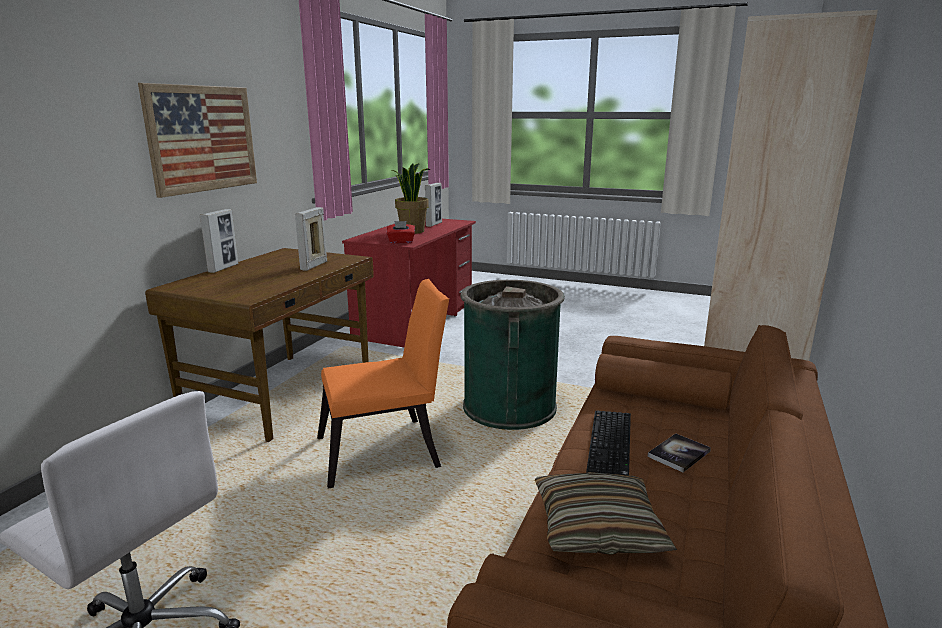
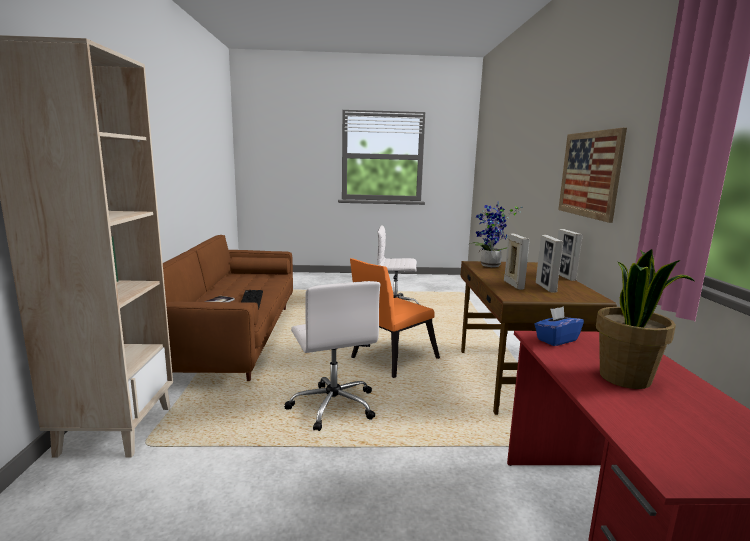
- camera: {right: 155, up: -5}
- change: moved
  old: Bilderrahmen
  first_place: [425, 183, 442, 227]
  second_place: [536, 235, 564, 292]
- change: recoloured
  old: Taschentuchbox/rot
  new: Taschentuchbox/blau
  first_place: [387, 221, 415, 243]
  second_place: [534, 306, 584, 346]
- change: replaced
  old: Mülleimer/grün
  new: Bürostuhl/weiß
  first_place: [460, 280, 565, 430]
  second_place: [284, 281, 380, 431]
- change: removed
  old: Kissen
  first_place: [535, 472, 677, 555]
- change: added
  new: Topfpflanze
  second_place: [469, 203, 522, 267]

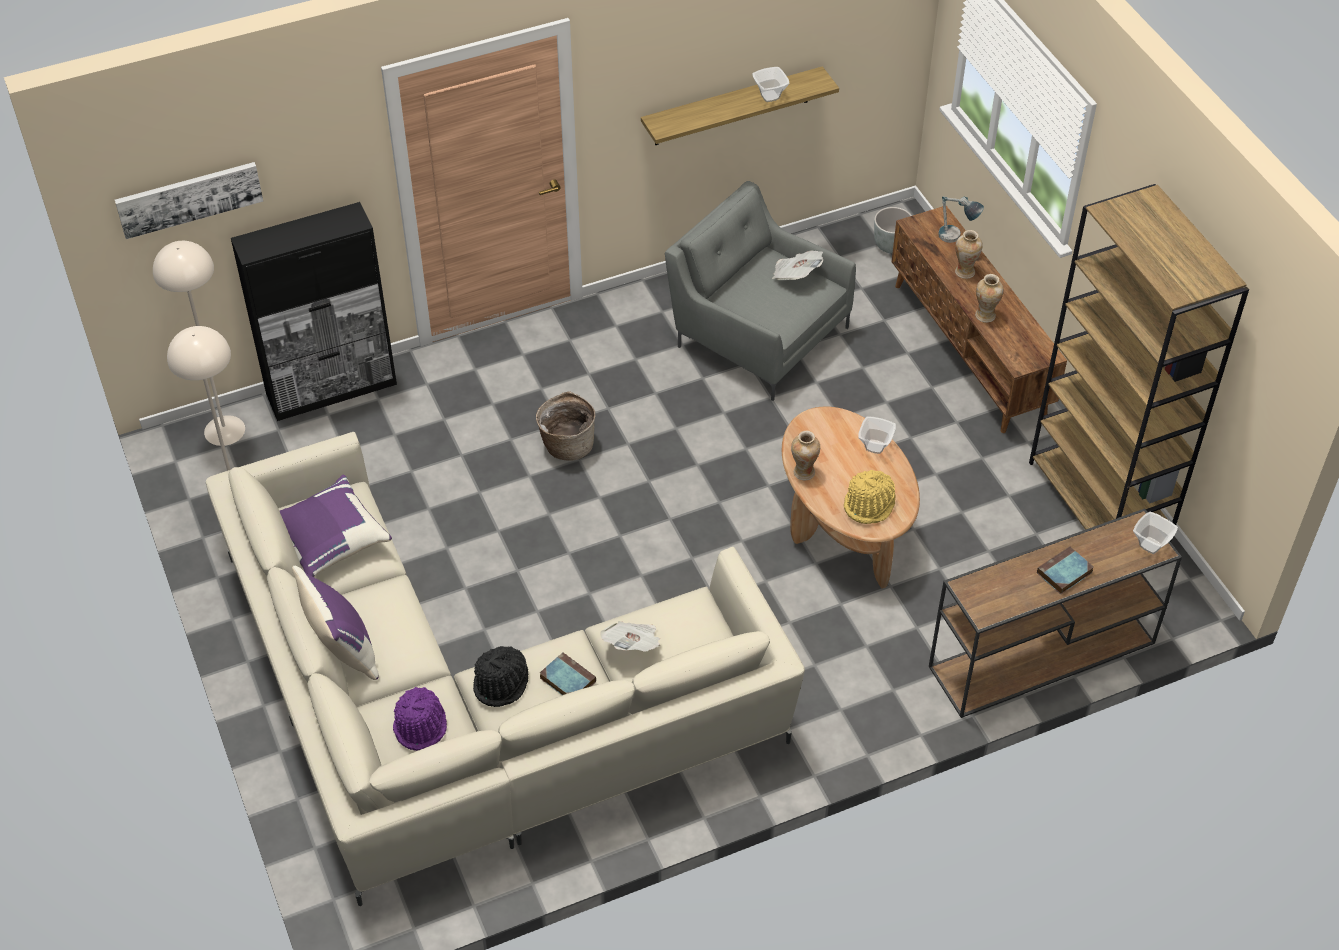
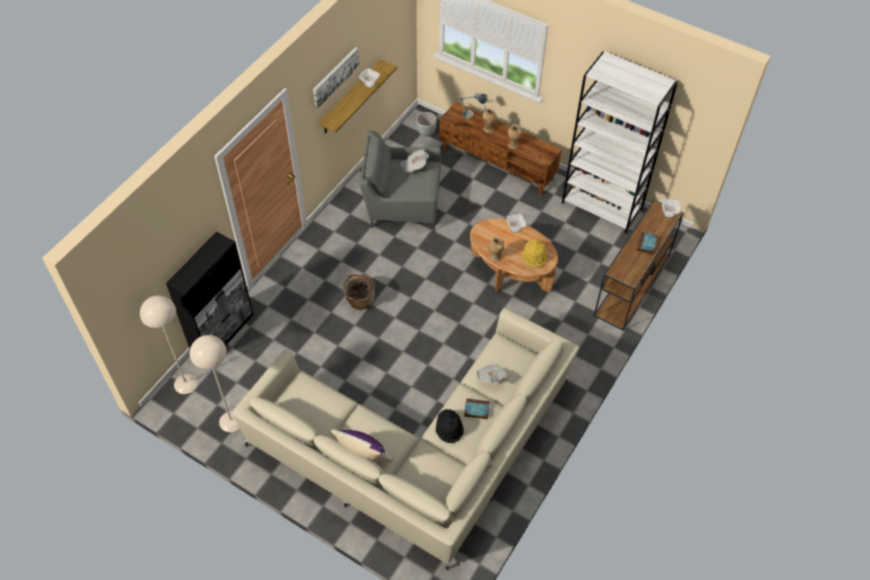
- camera: {right: -35, up: 5}
- change: moved
  old: Bild
  first_place: [115, 162, 263, 239]
  second_place: [313, 47, 359, 108]
- change: recoloured
  old: Bücherregal/braun
  new: Bücherregal/weiß
  first_place: [1029, 184, 1249, 542]
  second_place: [562, 51, 678, 234]
- change: removed
  old: Kissen/lila
  first_place: [280, 475, 392, 577]
- change: removed
  old: Hut/lila
  first_place: [393, 687, 447, 751]

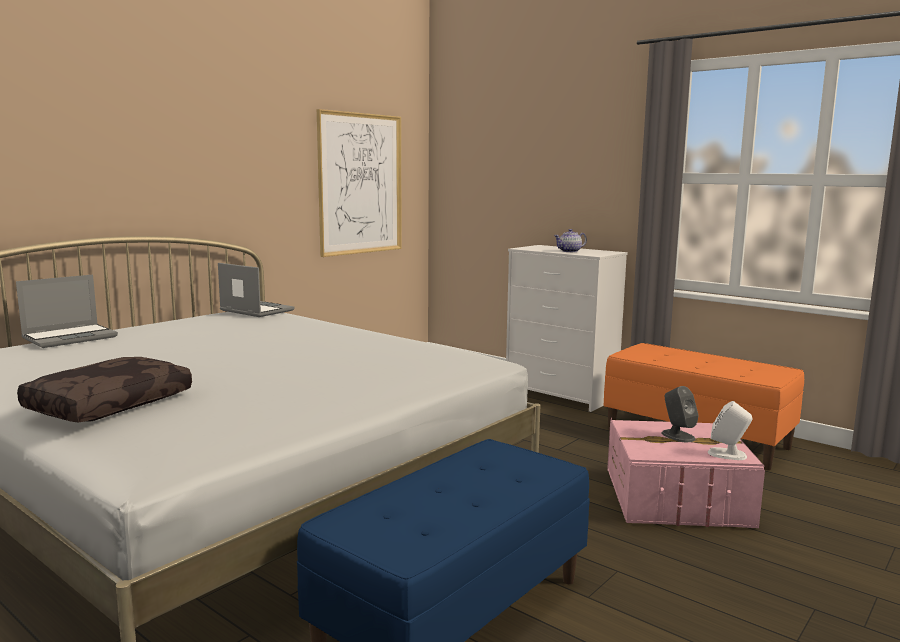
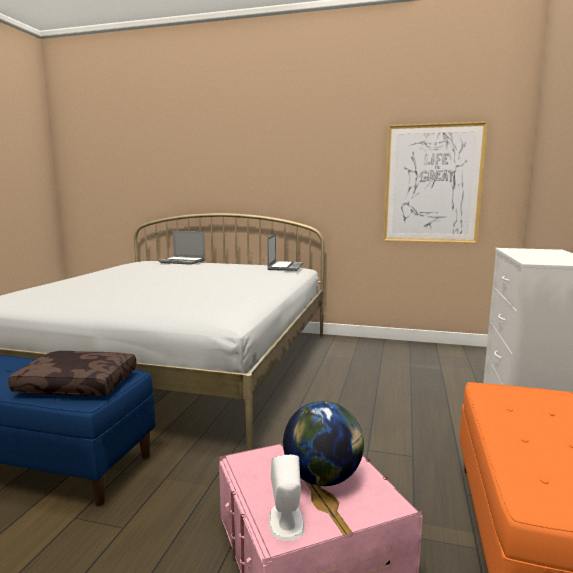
- camera: {right: 65, up: 0}
- change: removed
  old: Teekanne
  first_place: [554, 229, 587, 252]
- change: moved
  old: Kissen/braun
  first_place: [17, 357, 192, 423]
  second_place: [8, 351, 136, 396]
- change: replaced
  old: Lautsprecher/grau
  new: Globus
  first_place: [661, 386, 699, 442]
  second_place: [283, 401, 364, 486]

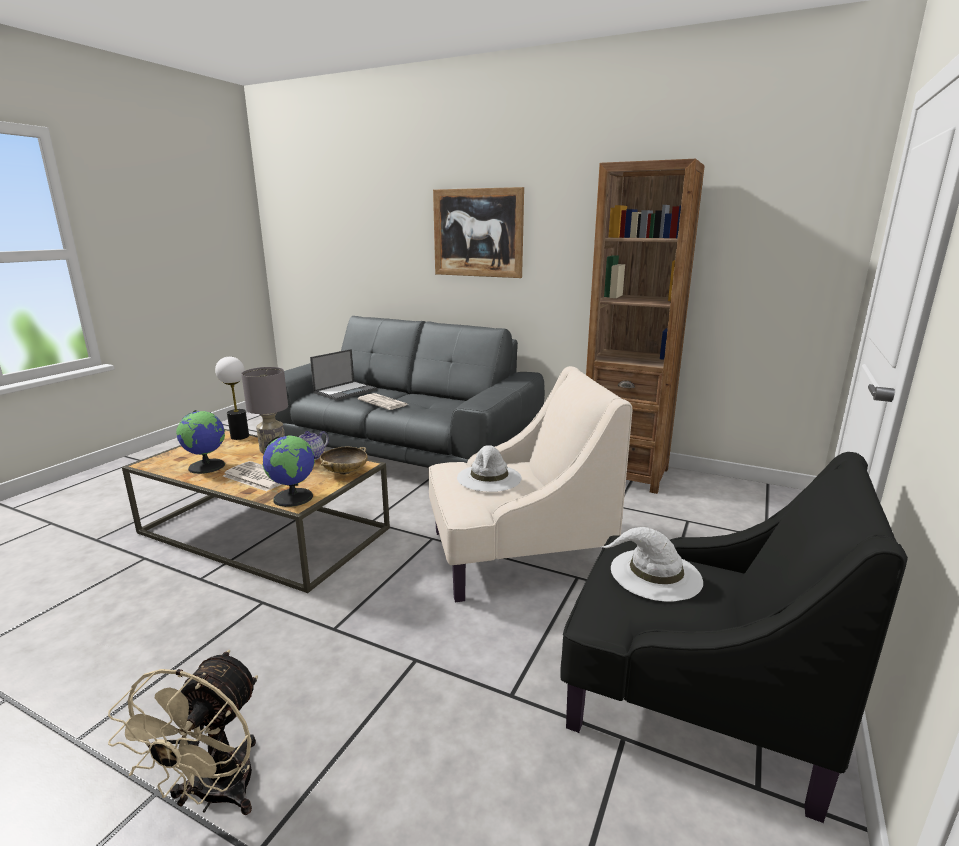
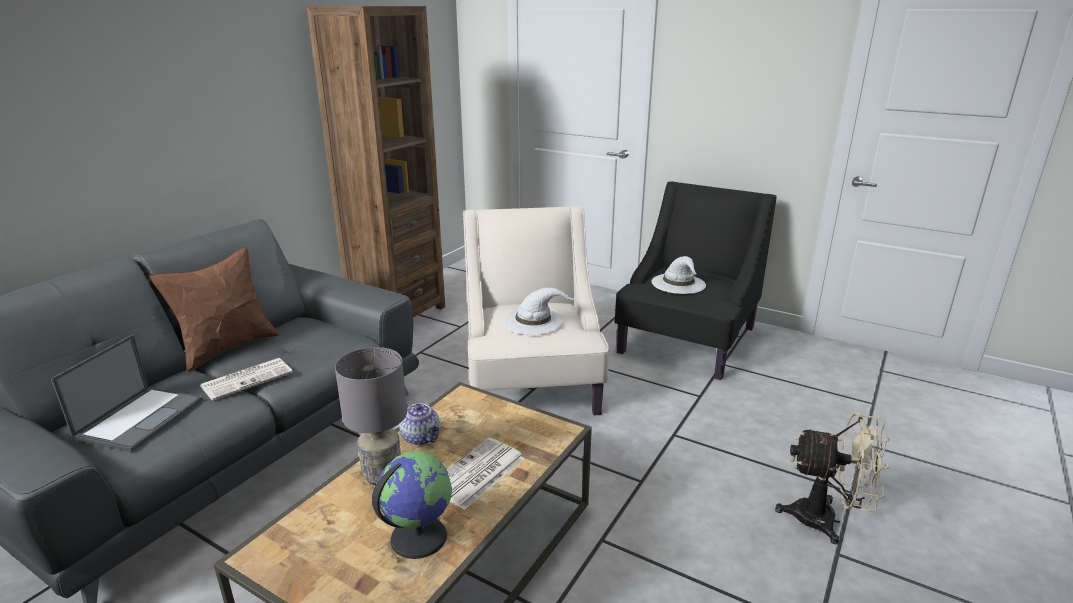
- camera: {right: -85, up: 5}
- change: removed
  old: Bild
  first_place: [433, 187, 524, 278]
- change: turned
  old: Laptop
  first_place: [310, 349, 377, 401]
  second_place: [51, 335, 203, 452]
  degrees: 60
- change: removed
  old: Tischlampe
  first_place: [215, 357, 249, 440]
- change: removed
  old: Globus
  first_place: [262, 436, 315, 507]
- change: removed
  old: Schüssel/beige
  first_place: [320, 447, 368, 475]
- change: added
  new: Kissen/braun
  second_place: [149, 246, 279, 372]

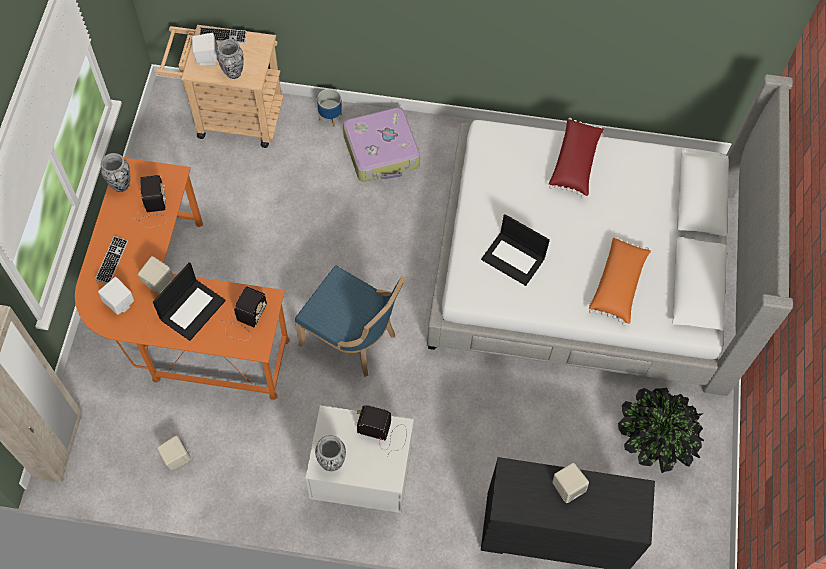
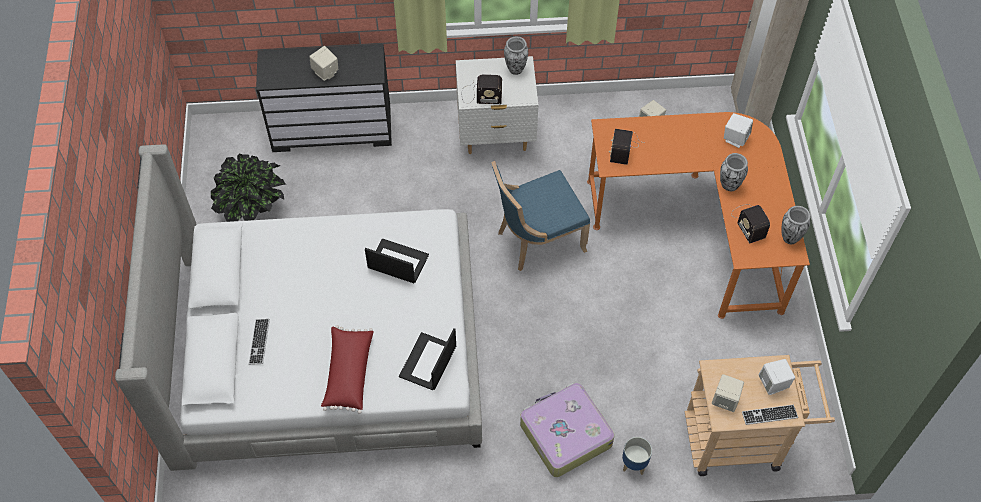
- camera: {right: 170, up: -5}
- change: moved
  old: Vase
  first_place: [217, 39, 244, 79]
  second_place: [720, 153, 748, 191]
- change: moved
  old: Tastatur
  first_place: [95, 236, 128, 284]
  second_place: [249, 319, 270, 365]
- change: removed
  old: Kissen/orange
  first_place: [589, 236, 651, 326]
- change: moved
  old: Lautsprecher/beige
  first_place: [138, 256, 174, 293]
  second_place: [712, 374, 744, 412]
- change: moved
  old: Laptop
  first_place: [153, 262, 226, 341]
  second_place: [399, 328, 456, 390]
- change: turned
  old: Stuhl/blau
  first_place: [295, 265, 405, 377]
  second_place: [491, 161, 590, 271]
  degrees: -45

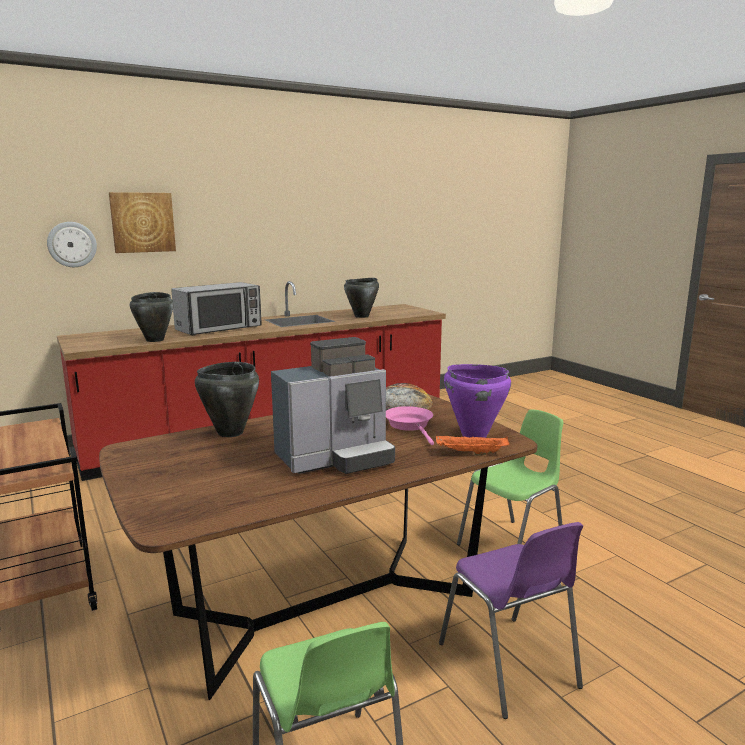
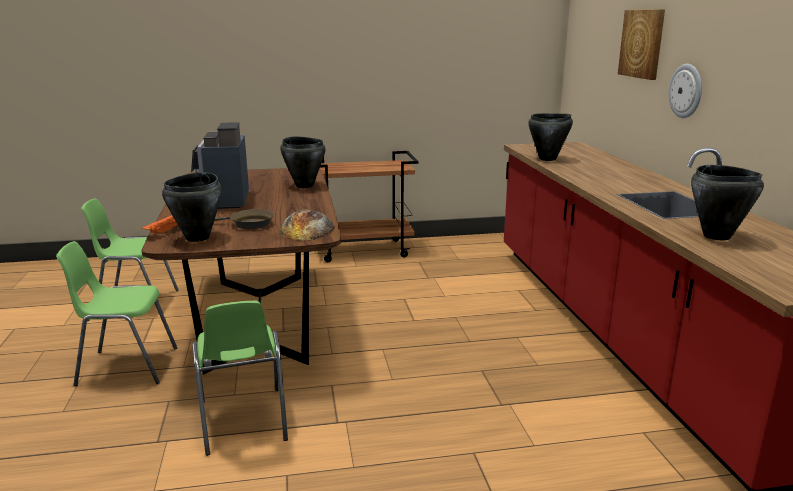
- camera: {right: 110, up: 5}
- change: moved
  old: Wanduhr
  first_place: [47, 222, 97, 267]
  second_place: [669, 64, 702, 118]
- change: removed
  old: Mikrowelle
  first_place: [171, 282, 262, 335]
- change: recoloured
  old: Kochtopf/lila
  new: Kochtopf/schwarz
  first_place: [444, 364, 511, 438]
  second_place: [162, 172, 222, 242]
- change: recoloured
  old: Pfanne/rosa
  new: Pfanne/braun
  first_place: [386, 406, 434, 445]
  second_place: [214, 209, 274, 229]
- change: recoloured
  old: Stuhl/lila
  new: Stuhl/grün
  first_place: [439, 522, 583, 719]
  second_place: [56, 241, 177, 386]

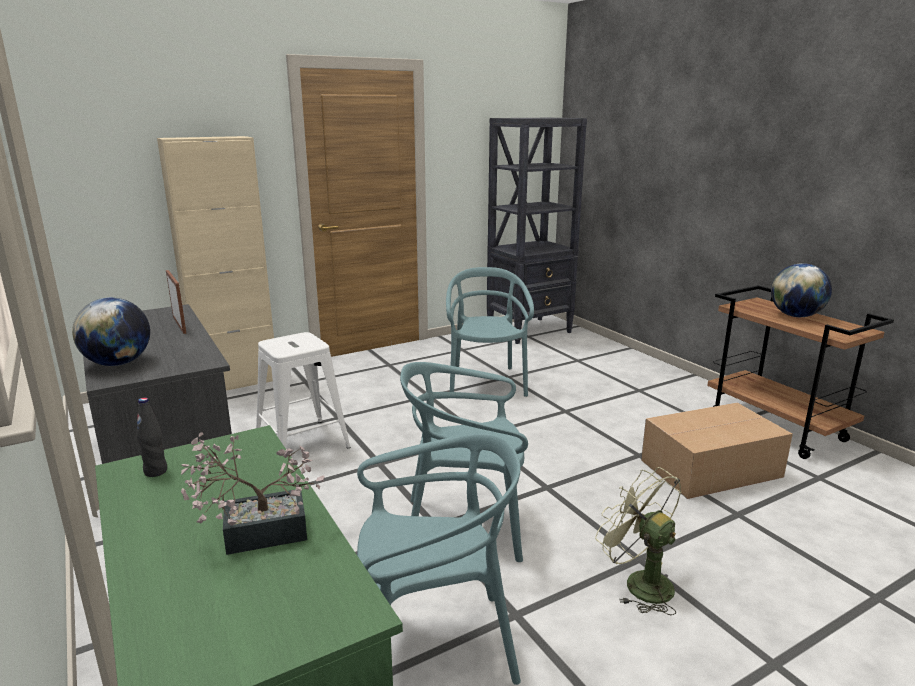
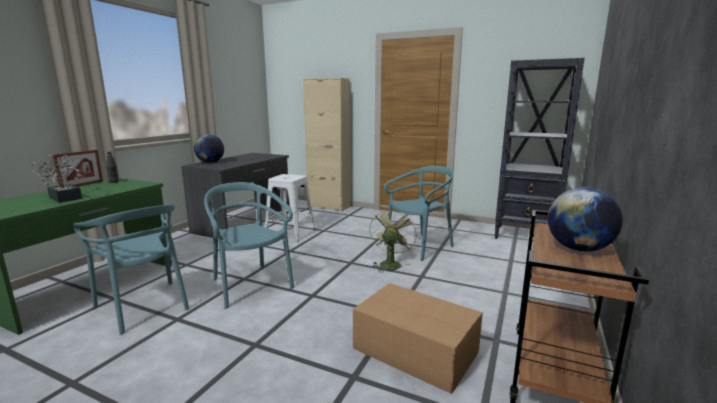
- camera: {right: 55, up: -5}
- change: moved
  old: Bilderrahmen
  first_place: [166, 270, 187, 334]
  second_place: [52, 150, 103, 187]
- change: moved
  old: Ventilator/grün
  first_place: [595, 467, 681, 615]
  second_place: [369, 208, 417, 272]

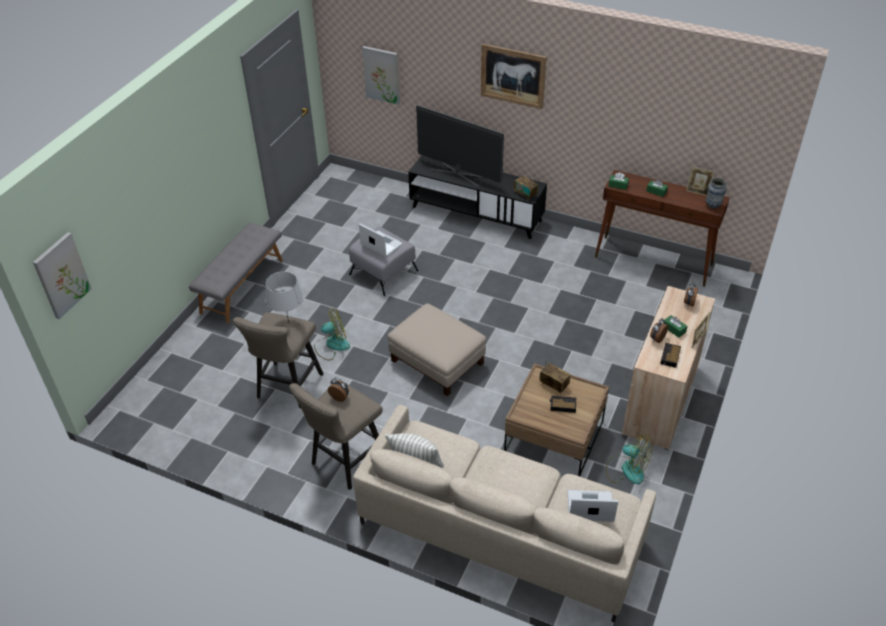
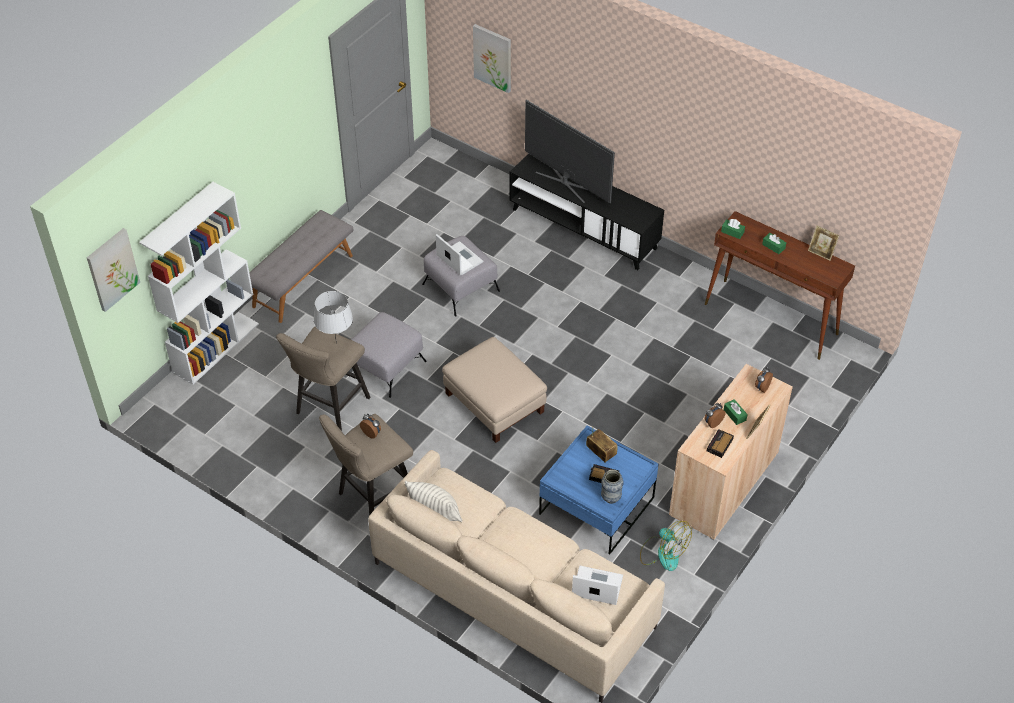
- camera: {right: 10, up: 5}
- change: removed
  old: Bild
  first_place: [481, 44, 547, 109]
- change: removed
  old: Radio
  first_place: [514, 173, 538, 200]
- change: moved
  old: Vase
  first_place: [706, 178, 727, 209]
  second_place: [601, 470, 624, 504]
- change: replaced
  old: Ventilator
  new: Polsterhocker/grau
  first_place: [314, 308, 350, 361]
  second_place: [351, 312, 427, 398]
- change: recoloured
  old: Couchtisch/braun
  new: Couchtisch/blau
  first_place: [504, 363, 609, 476]
  second_place: [539, 426, 659, 555]
- change: added
  new: Bücherregal/weiß
  second_place: [139, 182, 259, 385]

